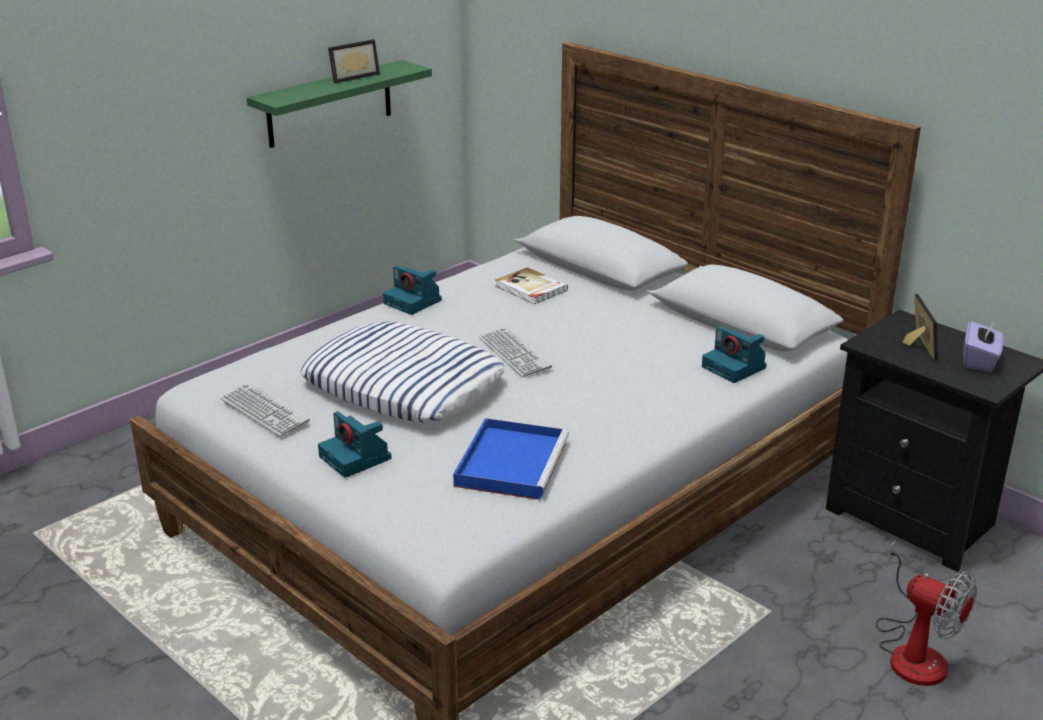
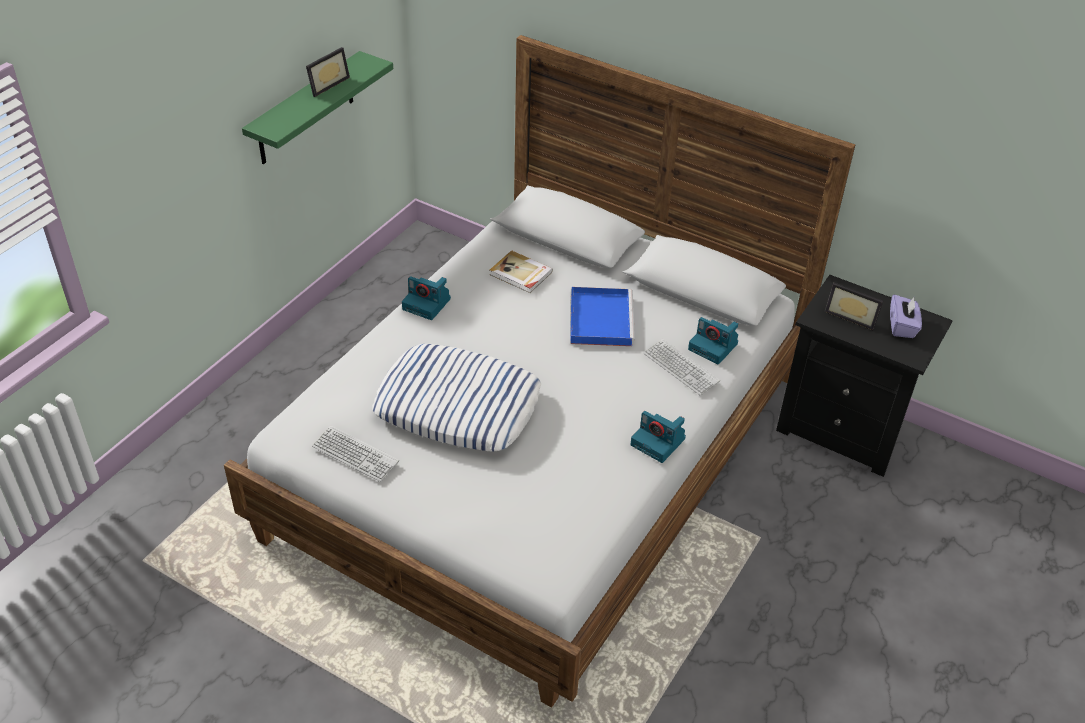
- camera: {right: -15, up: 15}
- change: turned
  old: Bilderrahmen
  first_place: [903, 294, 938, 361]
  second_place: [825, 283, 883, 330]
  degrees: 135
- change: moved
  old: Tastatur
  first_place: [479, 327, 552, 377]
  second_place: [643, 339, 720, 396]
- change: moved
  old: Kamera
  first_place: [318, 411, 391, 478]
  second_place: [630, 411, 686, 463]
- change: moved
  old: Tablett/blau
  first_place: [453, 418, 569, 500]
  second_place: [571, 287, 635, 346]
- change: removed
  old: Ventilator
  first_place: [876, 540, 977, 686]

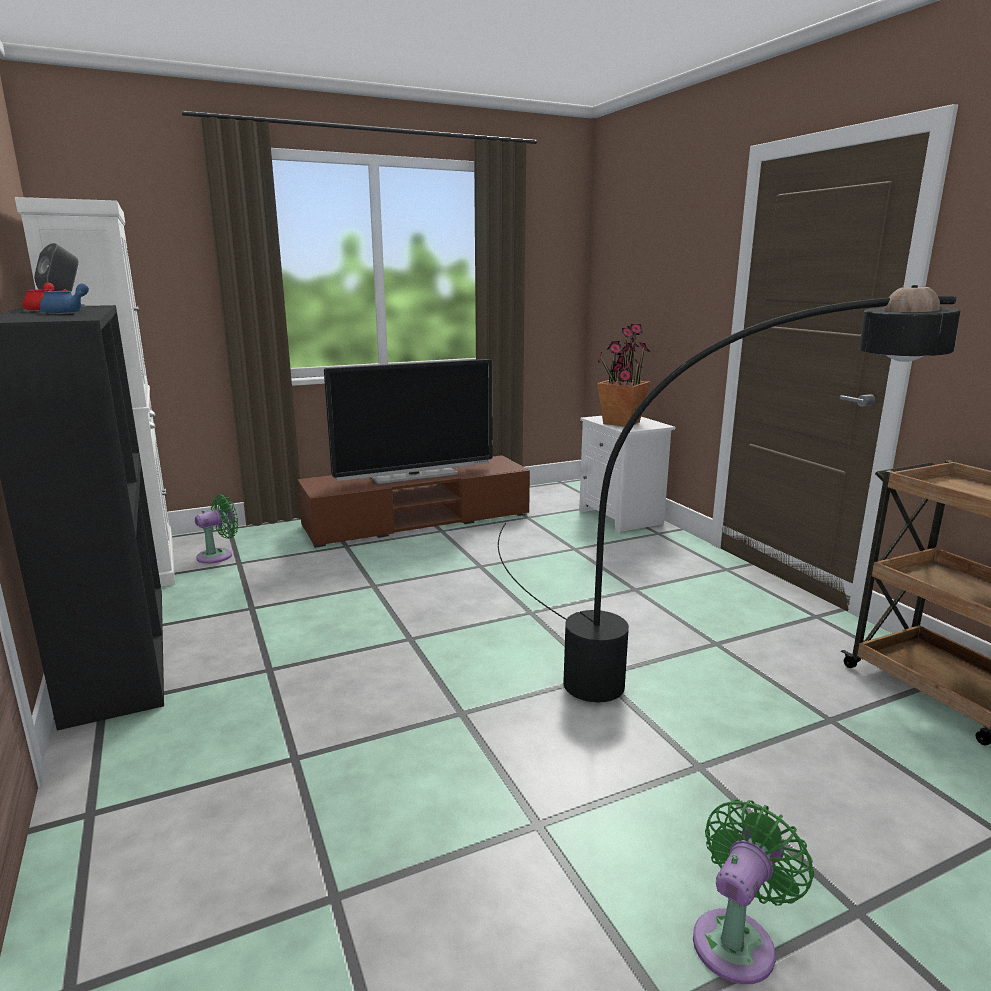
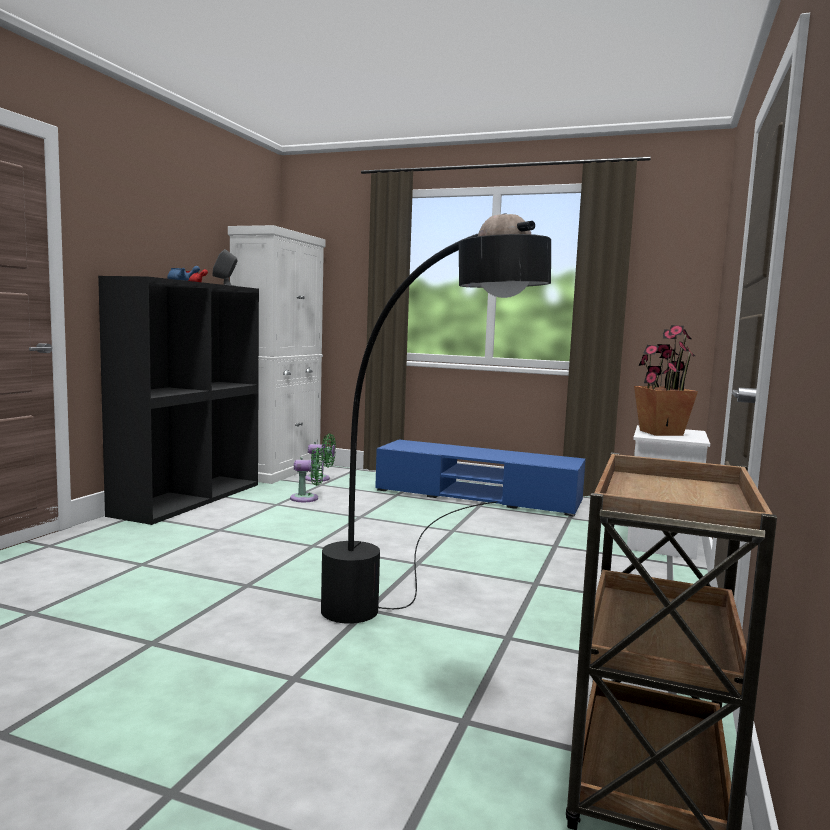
- camera: {right: 45, up: -10}
- change: removed
  old: Fernseher
  first_place: [324, 359, 492, 484]
- change: recoloured
  old: Fernsehschrank/braun
  new: Fernsehschrank/blau
  first_place: [297, 455, 530, 548]
  second_place: [375, 439, 586, 516]
- change: moved
  old: Ventilator/grün
  first_place: [693, 800, 814, 984]
  second_place: [290, 447, 324, 502]

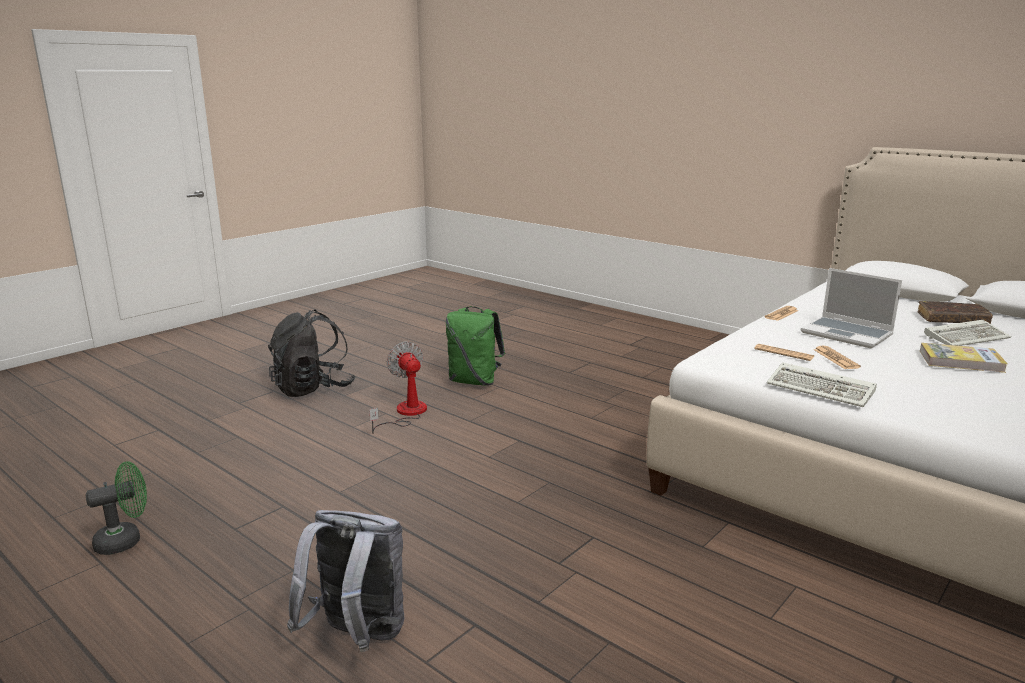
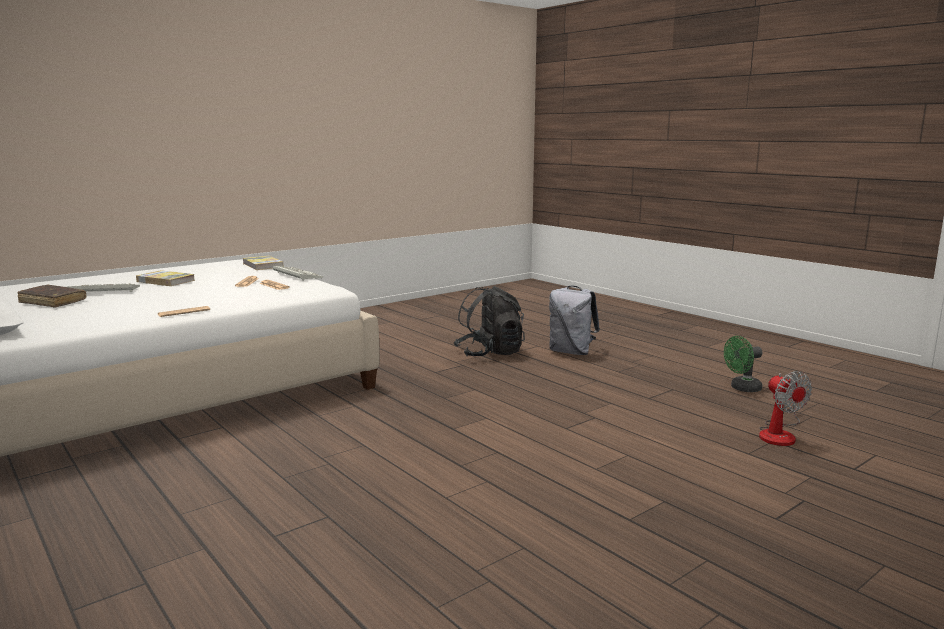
- camera: {right: -170, up: -5}
- change: removed
  old: Laptop
  first_place: [801, 268, 902, 348]
- change: removed
  old: Rucksack/grün
  first_place: [446, 306, 505, 386]
- change: moved
  old: Rucksack/schwarz
  first_place: [268, 309, 356, 397]
  second_place: [454, 286, 525, 356]
- change: moved
  old: Ventilator
  first_place: [369, 342, 427, 433]
  second_place: [759, 371, 812, 446]
- change: added
  new: Buch
  second_place: [242, 256, 283, 270]

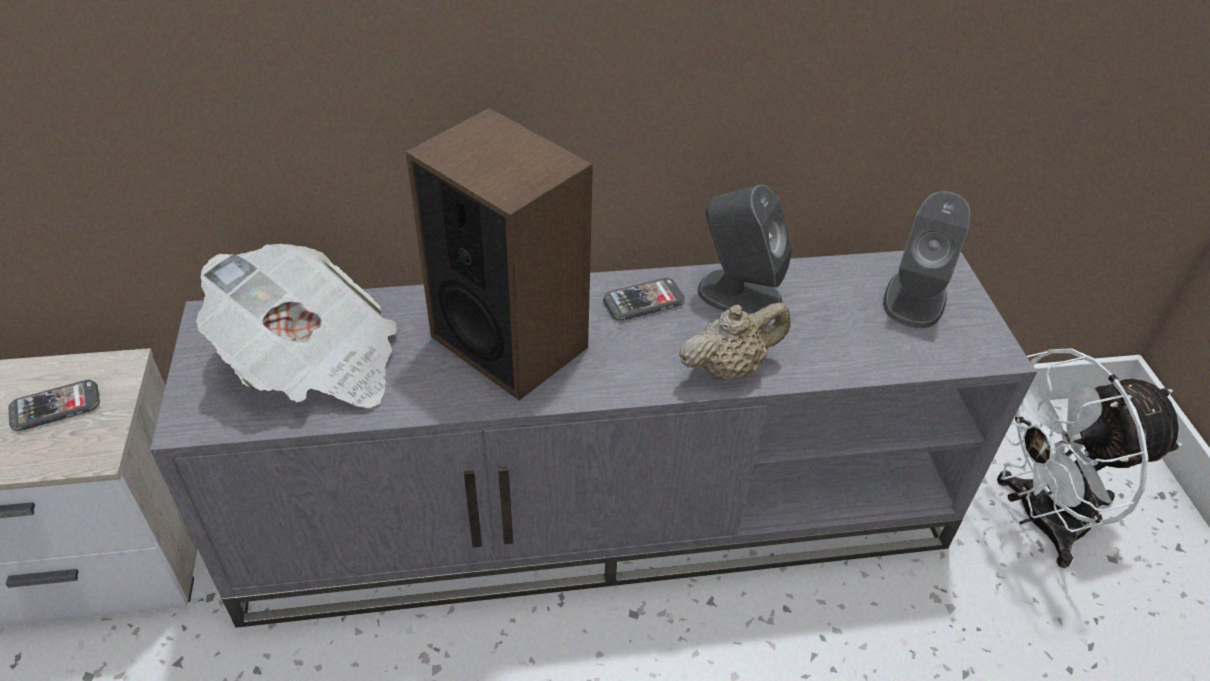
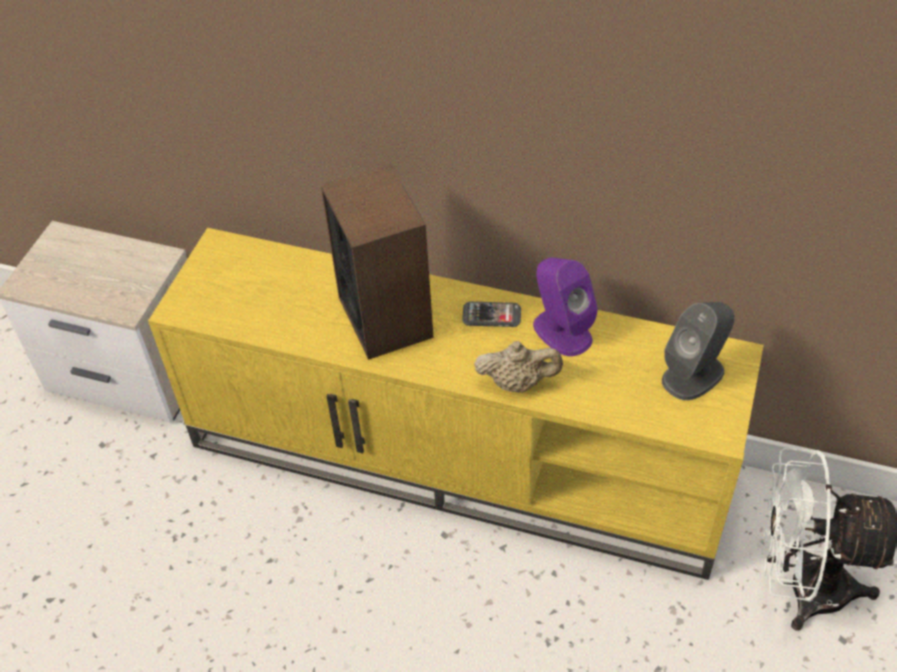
- camera: {right: 30, up: 5}
- change: recoloured
  old: Lautsprecher/grau
  new: Lautsprecher/lila
  first_place: [697, 185, 793, 315]
  second_place: [533, 257, 598, 356]
- change: removed
  old: Zeitung
  first_place: [196, 244, 397, 408]
- change: recoloured
  old: Fernsehschrank/grau
  new: Fernsehschrank/gelb
  first_place: [150, 251, 1037, 628]
  second_place: [148, 228, 764, 580]
- change: removed
  old: Handy
  first_place: [9, 379, 100, 431]

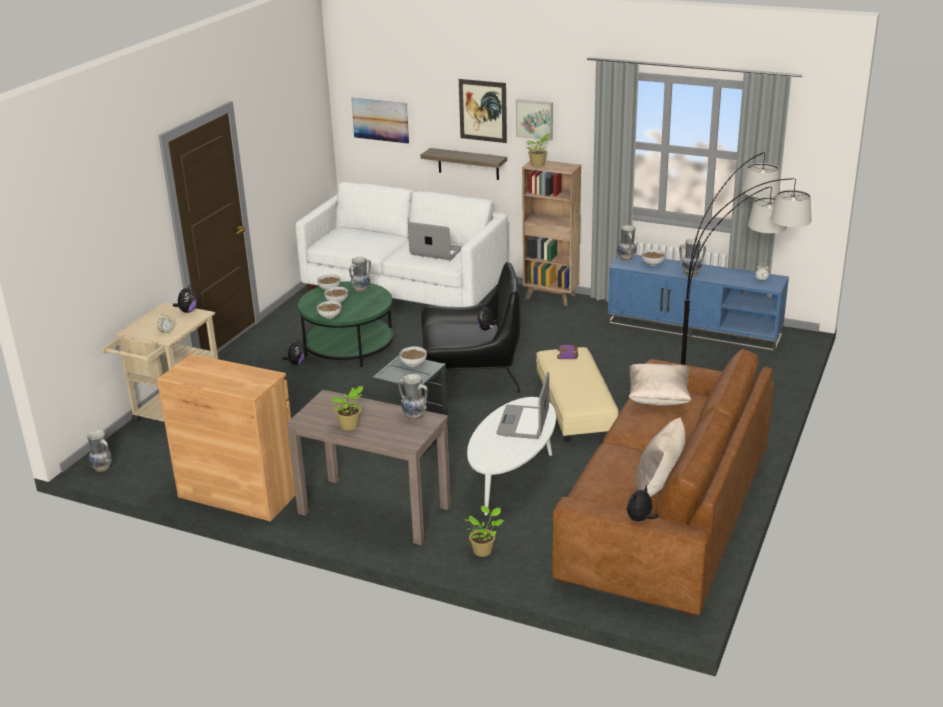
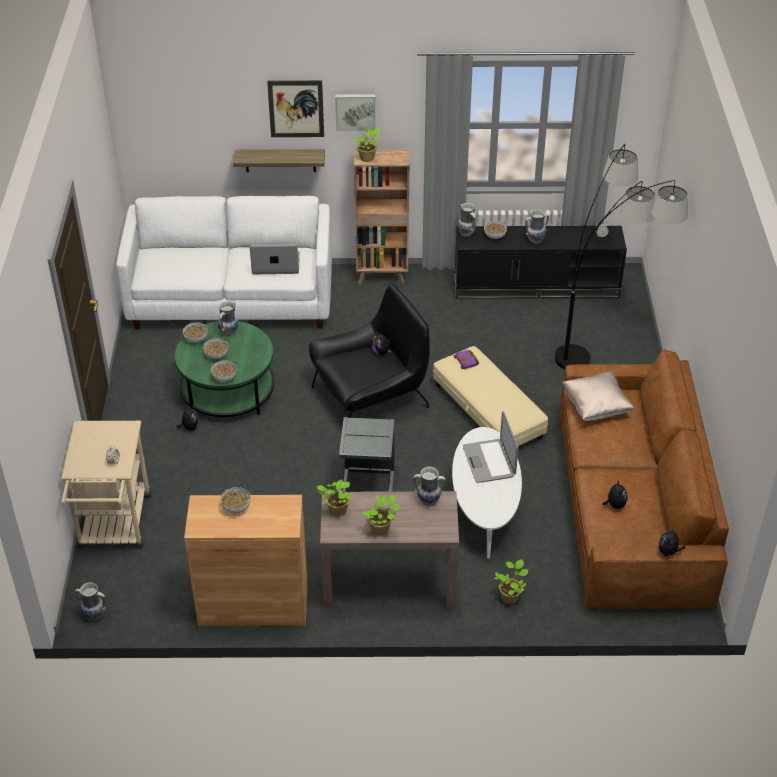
- camera: {right: -25, up: 15}
- change: removed
  old: Bild
  first_place: [351, 98, 409, 144]
- change: recoloured
  old: Fernsehschrank/blau
  new: Fernsehschrank/schwarz
  first_place: [608, 255, 789, 352]
  second_place: [454, 226, 627, 299]
- change: moved
  old: Plüschtier
  first_place: [173, 285, 197, 313]
  second_place: [602, 480, 627, 509]
- change: moved
  old: Schüssel
  first_place: [399, 347, 427, 367]
  second_place: [220, 487, 251, 514]
- change: removed
  old: Kissen/beige
  first_place: [635, 417, 685, 497]
- change: added
  new: Topfpflanze
  second_place: [316, 479, 352, 516]

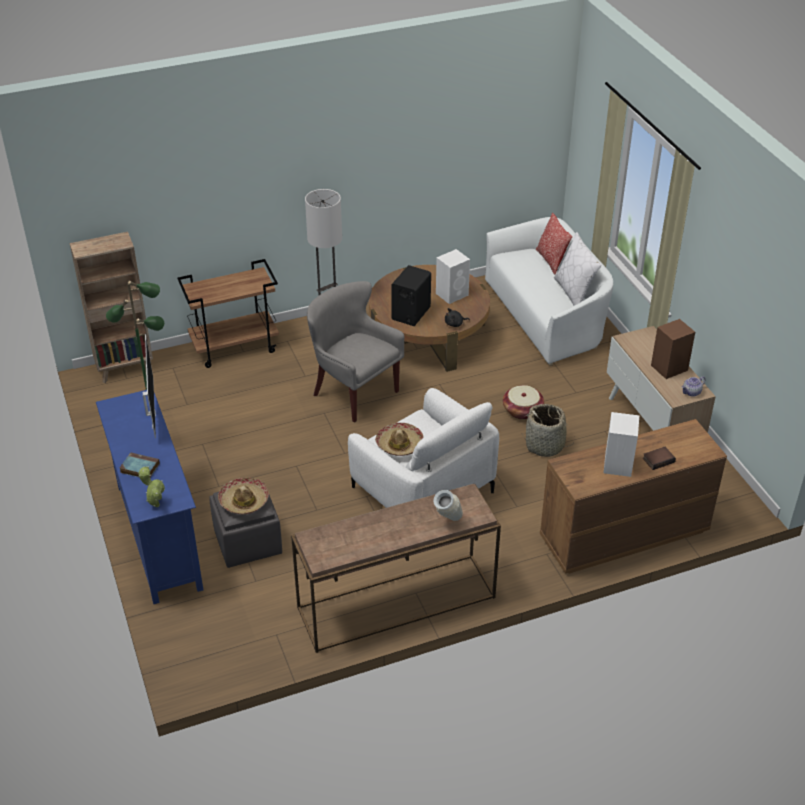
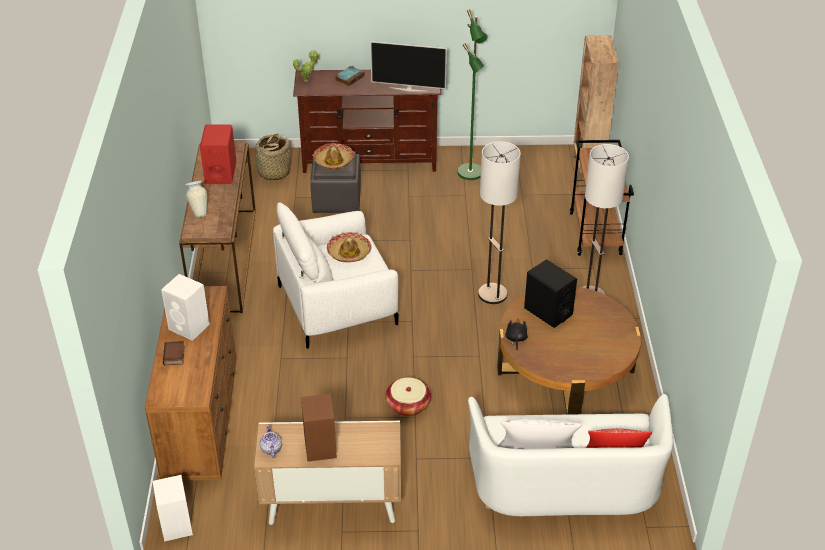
- camera: {right: 110, up: 0}
- change: moved
  old: Lautsprecher/weiß
  first_place: [436, 249, 470, 304]
  second_place: [153, 475, 193, 542]
- change: replaced
  old: Sessel/grau
  new: Stehlampe
  first_place: [307, 281, 404, 423]
  second_place: [478, 141, 521, 304]
- change: recoloured
  old: Fernsehschrank/blau
  new: Fernsehschrank/braun
  first_place: [96, 390, 203, 604]
  second_place: [293, 70, 441, 173]
- change: moved
  old: Korb
  first_place: [522, 404, 571, 457]
  second_place: [256, 134, 290, 180]
- change: added
  new: Lautsprecher/rot
  second_place: [200, 124, 236, 184]

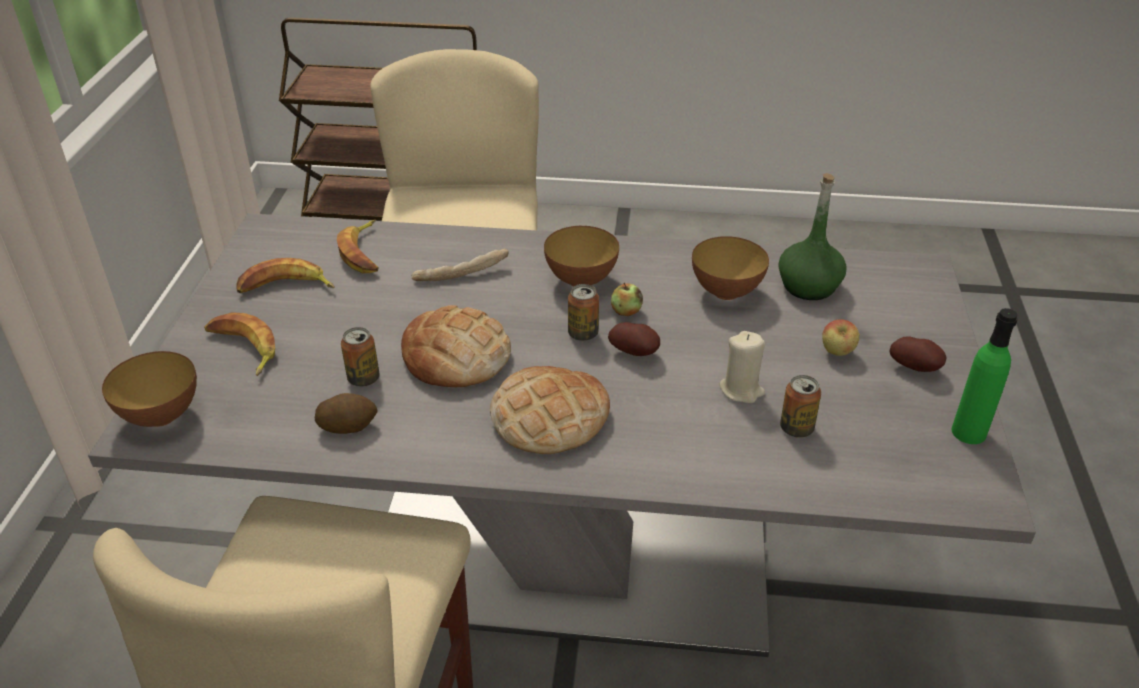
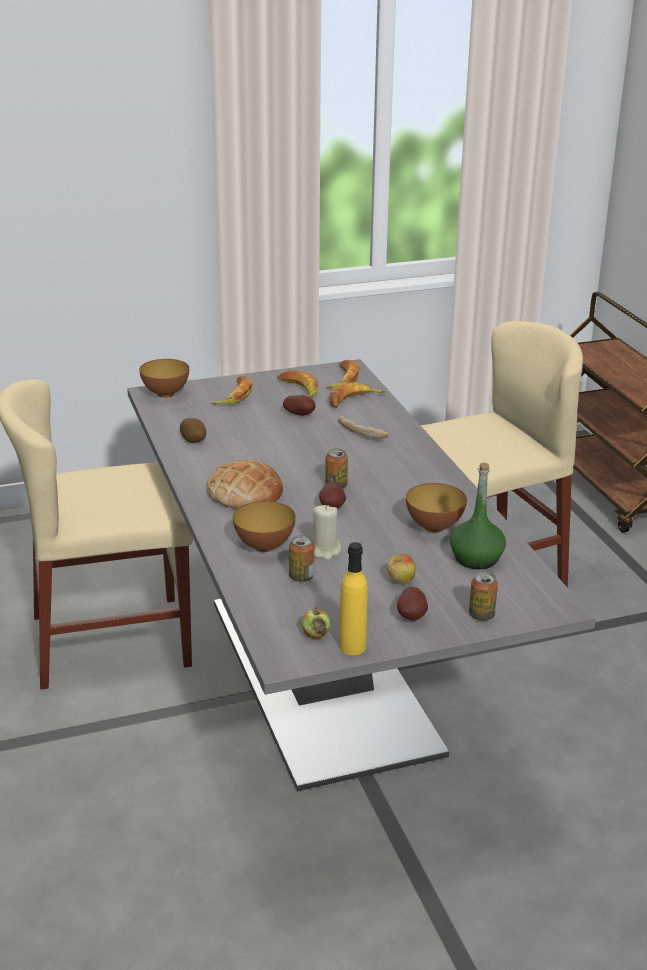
- camera: {right: 65, up: -10}
- change: moved
  old: Schüssel
  first_place: [544, 226, 619, 287]
  second_place: [233, 501, 296, 552]
- change: moved
  old: Apfel
  first_place: [611, 283, 643, 316]
  second_place: [301, 607, 330, 639]
- change: removed
  old: Brot
  first_place: [401, 305, 511, 387]
- change: recoloured
  old: Flasche/grün
  new: Flasche/gelb
  first_place: [952, 308, 1018, 444]
  second_place: [339, 542, 368, 655]
- change: moved
  old: Dose
  first_place: [341, 327, 380, 387]
  second_place: [469, 572, 498, 621]
- change: added
  new: Banane
  second_place: [326, 360, 359, 388]
- change: added
  new: Kartoffel
  second_place: [283, 395, 316, 416]

